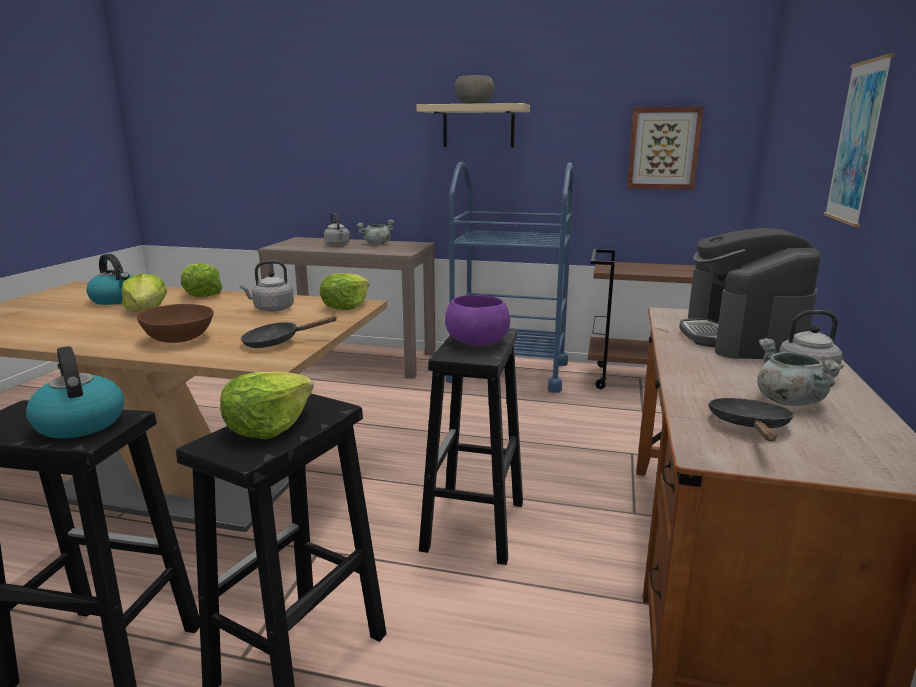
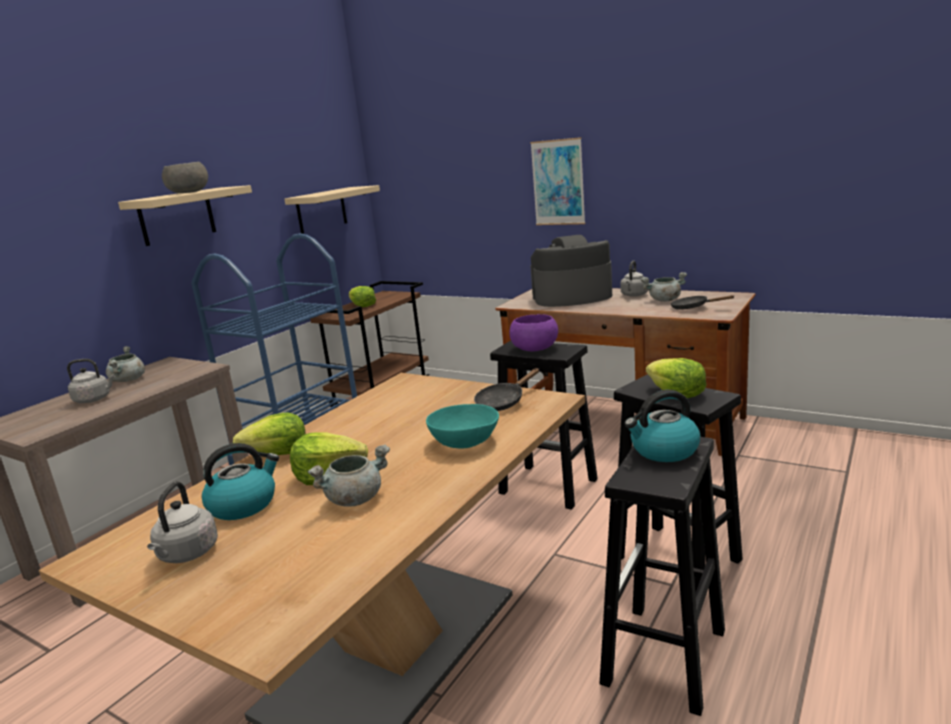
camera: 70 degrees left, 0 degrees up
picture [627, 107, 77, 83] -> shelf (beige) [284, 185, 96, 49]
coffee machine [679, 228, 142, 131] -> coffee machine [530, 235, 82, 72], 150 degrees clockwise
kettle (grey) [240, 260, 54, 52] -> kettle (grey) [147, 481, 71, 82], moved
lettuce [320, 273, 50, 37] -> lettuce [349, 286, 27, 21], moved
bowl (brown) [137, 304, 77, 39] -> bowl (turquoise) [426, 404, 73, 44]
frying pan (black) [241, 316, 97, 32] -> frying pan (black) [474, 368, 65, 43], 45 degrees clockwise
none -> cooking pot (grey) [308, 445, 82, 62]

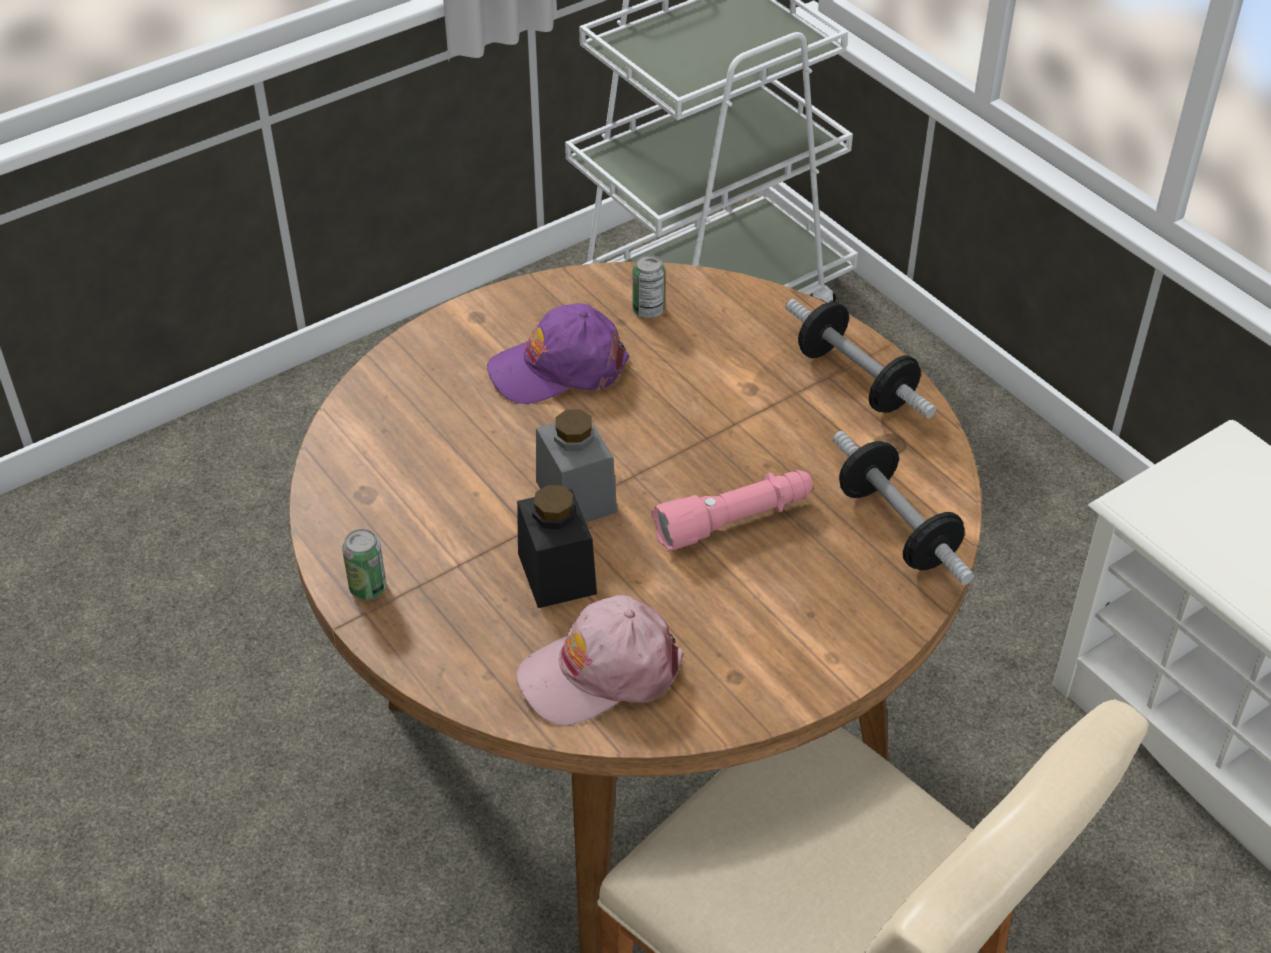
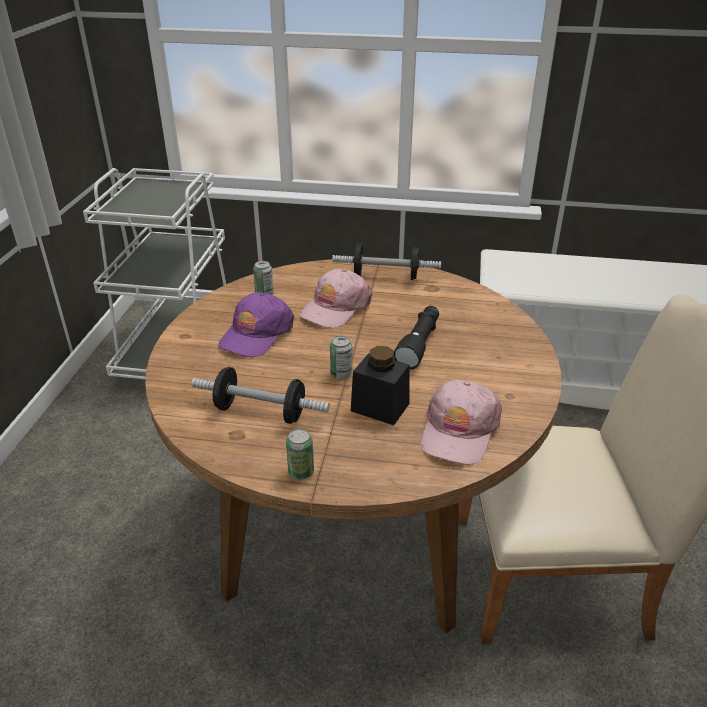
camera: 45 degrees left, 10 degrees down
jar (grey) [536, 409, 81, 113] -> can [330, 336, 22, 44]
dumbbell [833, 431, 141, 154] -> dumbbell [191, 367, 139, 57], moved
flashlight (pink) [651, 470, 162, 81] -> flashlight (black) [394, 306, 45, 64]
none -> cap (pink) [299, 269, 73, 59]

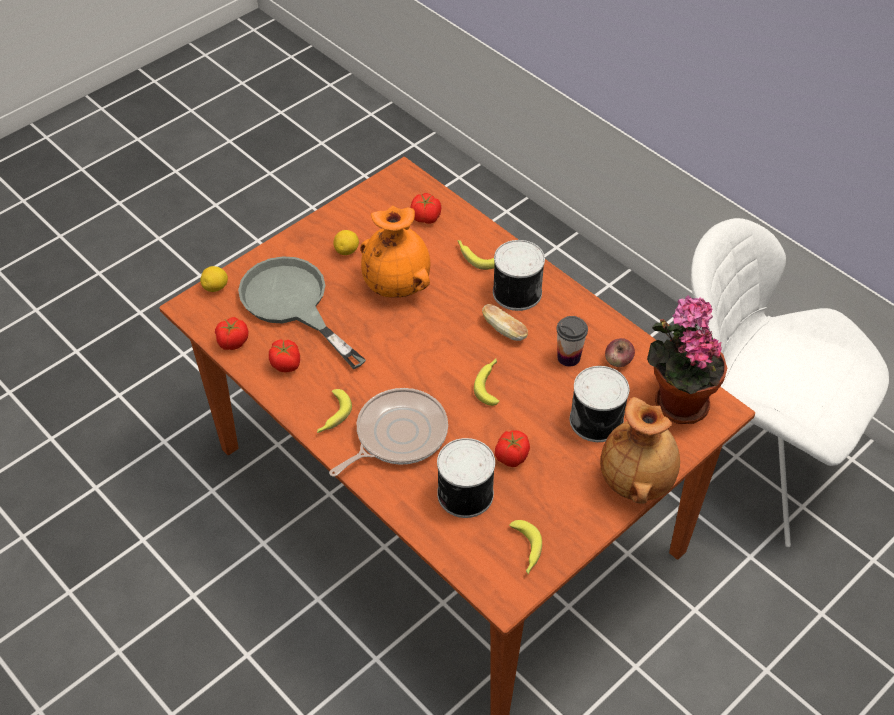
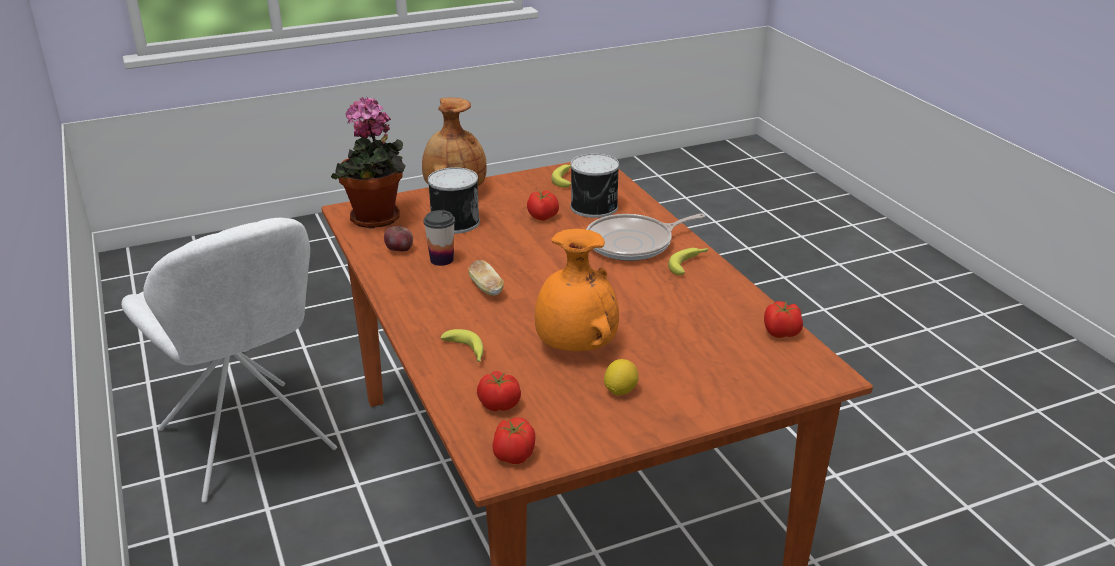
camera: 160 degrees left, 20 degrees down
can [493, 240, 52, 71] -> none
frying pan (grey) [238, 256, 128, 113] -> none
lemon [200, 266, 28, 26] -> none
tomato [269, 340, 31, 32] -> tomato [493, 418, 42, 46], moved
banana [474, 358, 26, 48] -> none

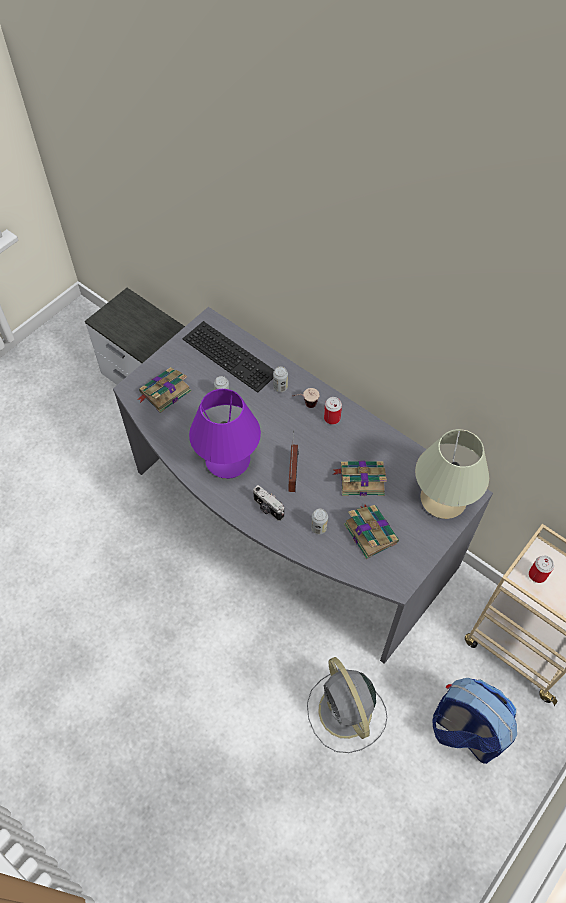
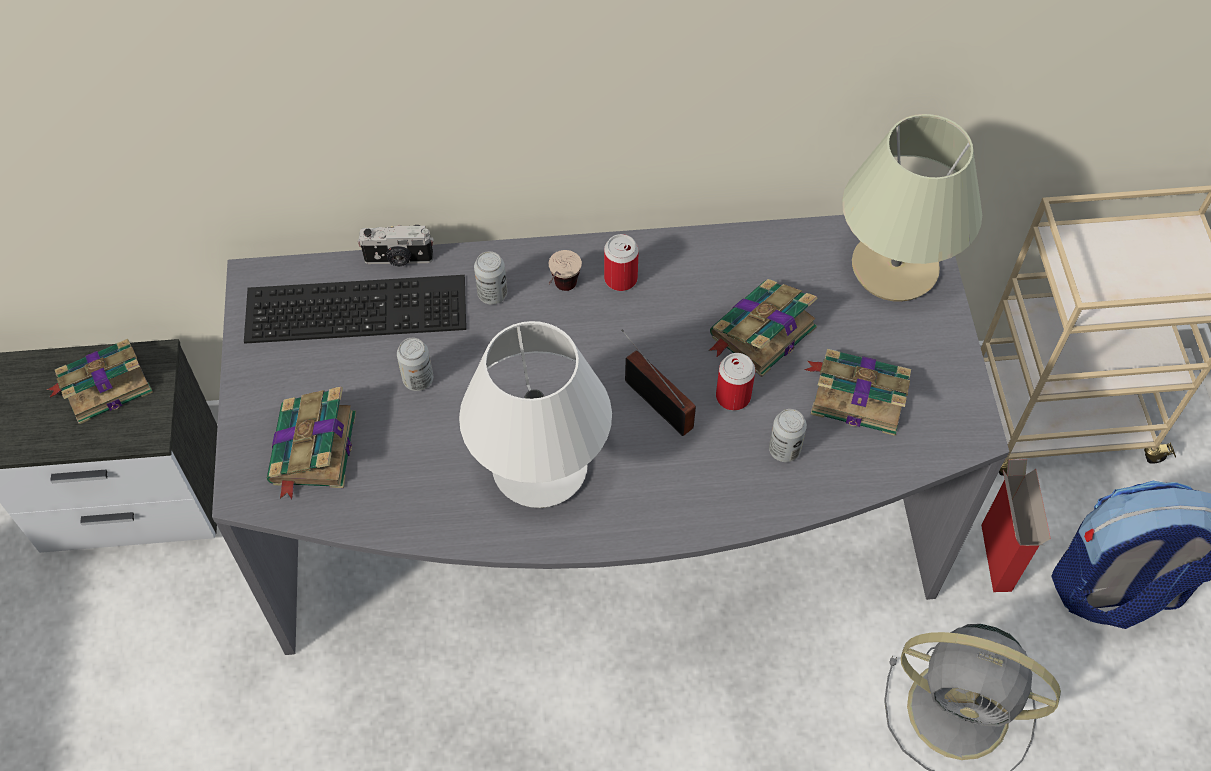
camera: 45 degrees left, 0 degrees up
table lamp (purple) [189, 389, 72, 90] -> table lamp (white) [459, 321, 153, 187]
photo camera [253, 485, 31, 36] -> photo camera [358, 225, 75, 41], moved
can [529, 556, 25, 27] -> can [716, 353, 39, 57], moved
none -> book [46, 339, 107, 85]
none -> cardboard box [981, 459, 70, 133]

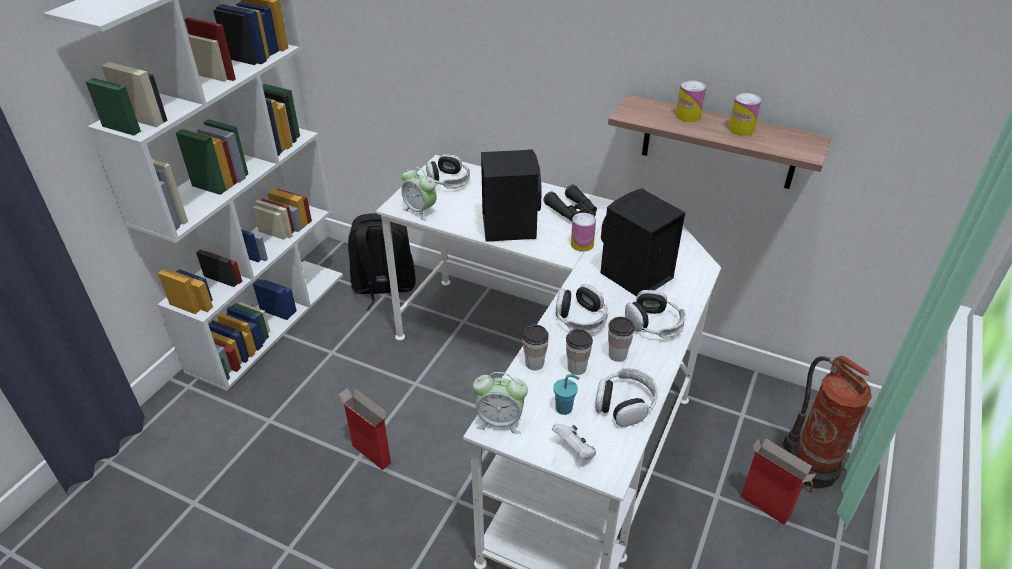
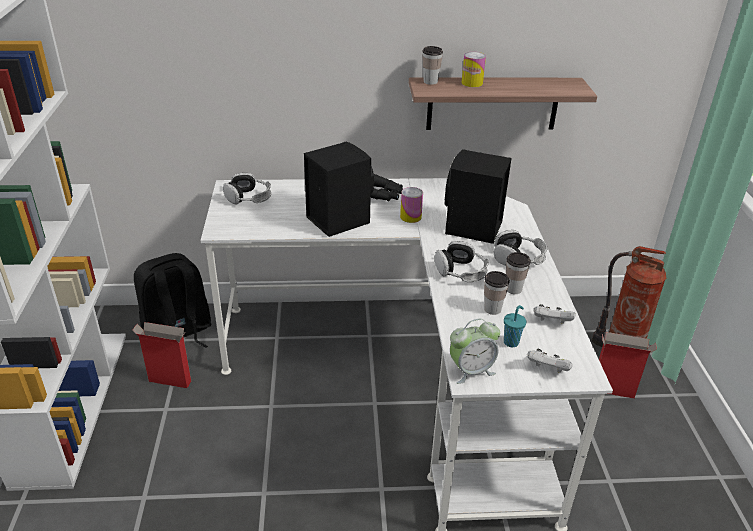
camera: 30 degrees left, 5 degrees down
can [729, 93, 33, 43] -> none
alarm clock [401, 167, 36, 54] -> none
cup [523, 325, 26, 45] -> cup [422, 46, 21, 39], moved
headphones [595, 368, 62, 59] -> game controller (white) [534, 304, 42, 20]
cardboard box [338, 388, 53, 82] -> cardboard box [132, 322, 59, 66], moved

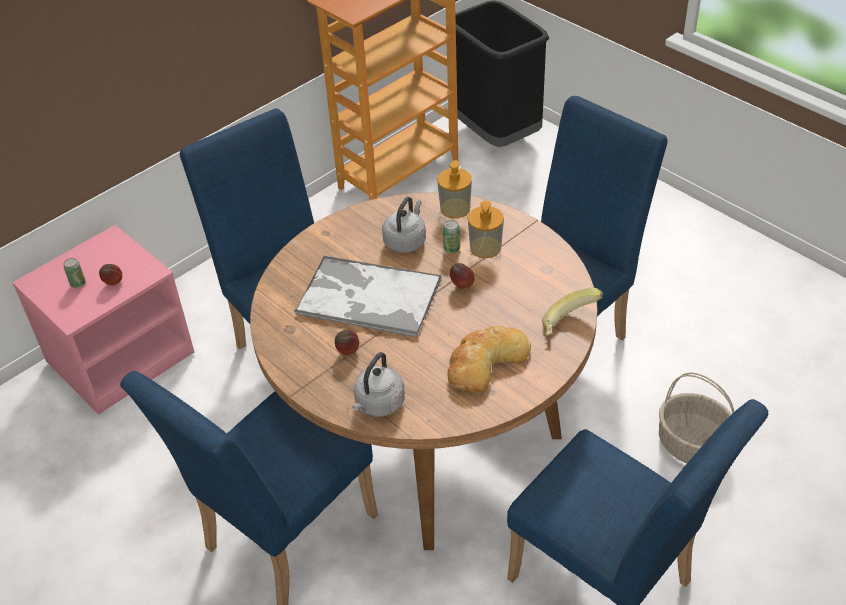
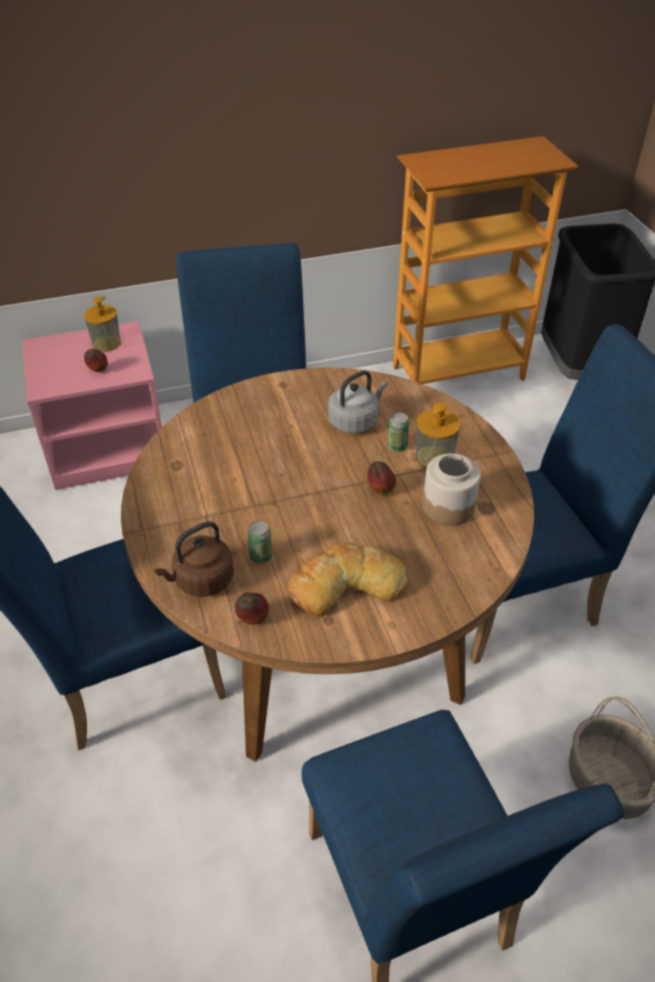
camera: 25 degrees right, 0 degrees up
soap dispenser [437, 160, 35, 58] -> soap dispenser [84, 297, 37, 55], moved
tray [294, 256, 147, 82] -> none
can [63, 258, 23, 30] -> can [247, 521, 25, 43], moved
banana [542, 288, 61, 48] -> none
apple [335, 330, 24, 25] -> apple [235, 592, 34, 33], moved
kettle (grey) [352, 352, 53, 65] -> kettle (brown) [154, 521, 80, 76]
none -> jar [423, 453, 58, 73]

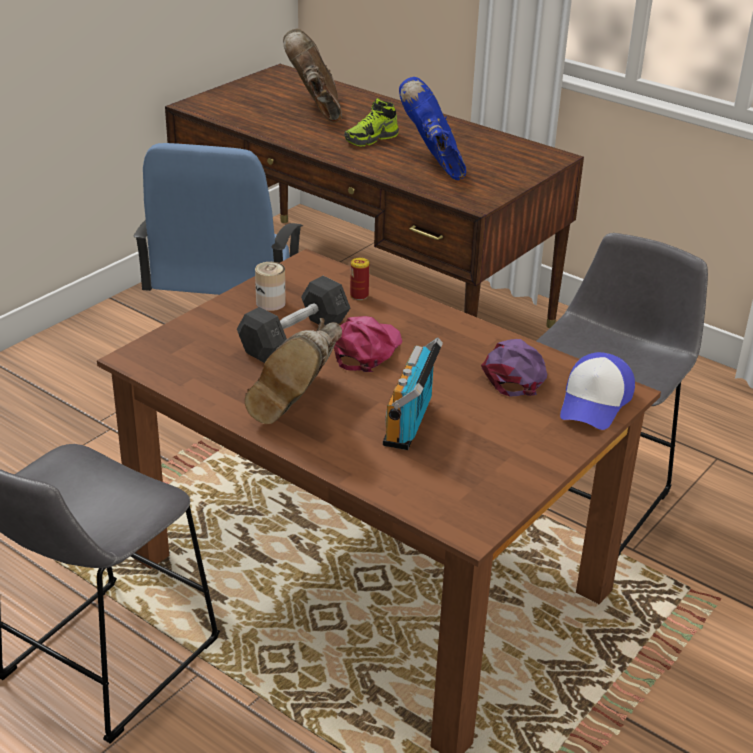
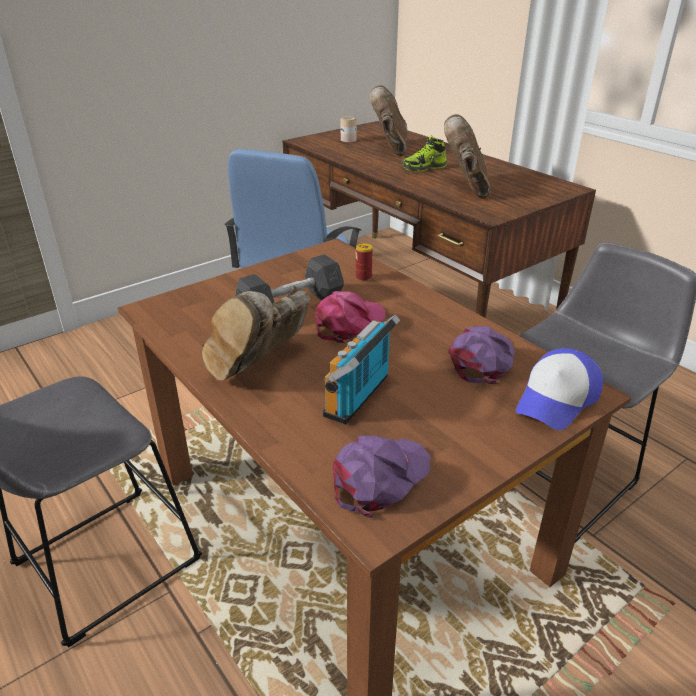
camera: 15 degrees right, 0 degrees up
boot (blue) [399, 77, 67, 103] -> boot (brown) [444, 114, 46, 85]
can [255, 262, 31, 49] -> can [341, 116, 16, 26], moved
none -> cap (purple) [333, 435, 97, 83]

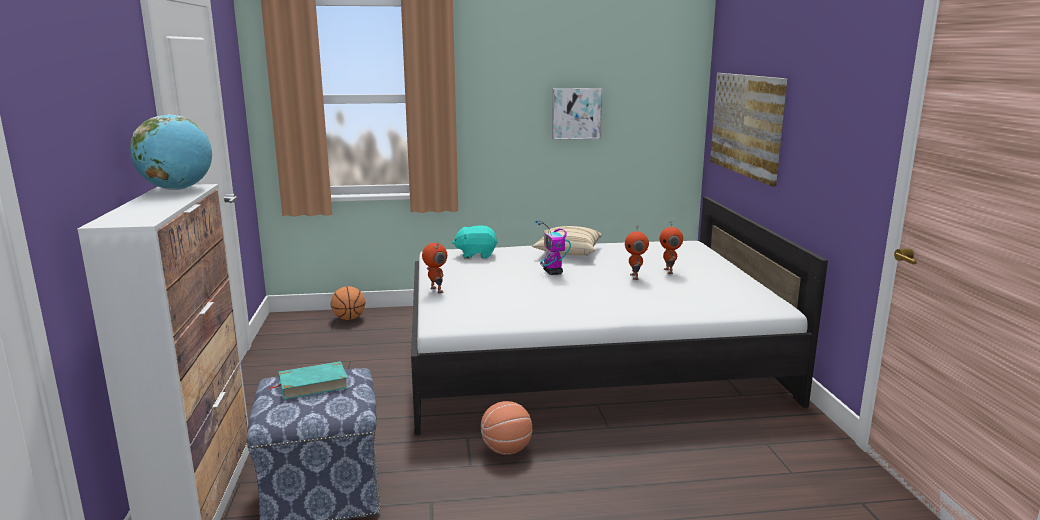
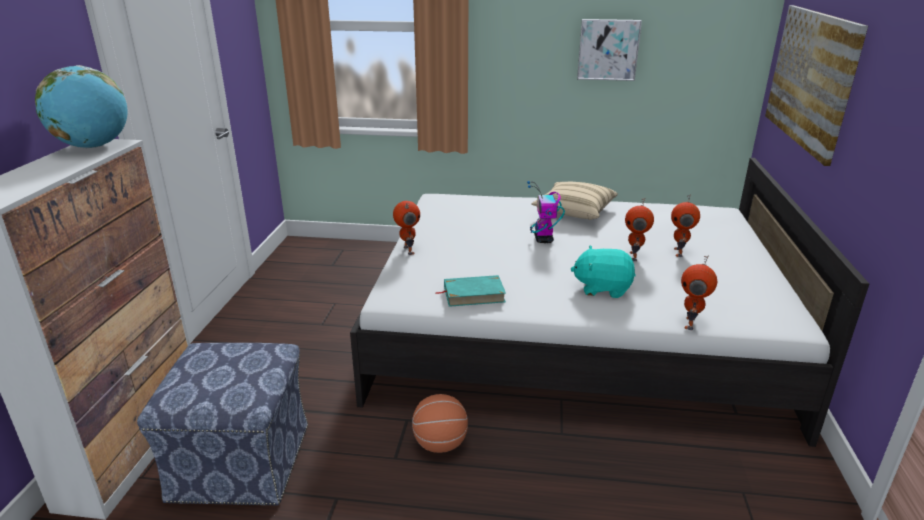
camera: 15 degrees right, 10 degrees up
plush toy (turquoise) [452, 226, 46, 33] -> plush toy (turquoise) [571, 245, 65, 53], moved
basketball [330, 286, 36, 34] -> none
book (turquoise) [269, 361, 80, 39] -> book (turquoise) [435, 275, 71, 32], moved
none -> toy robot [681, 255, 36, 75]

